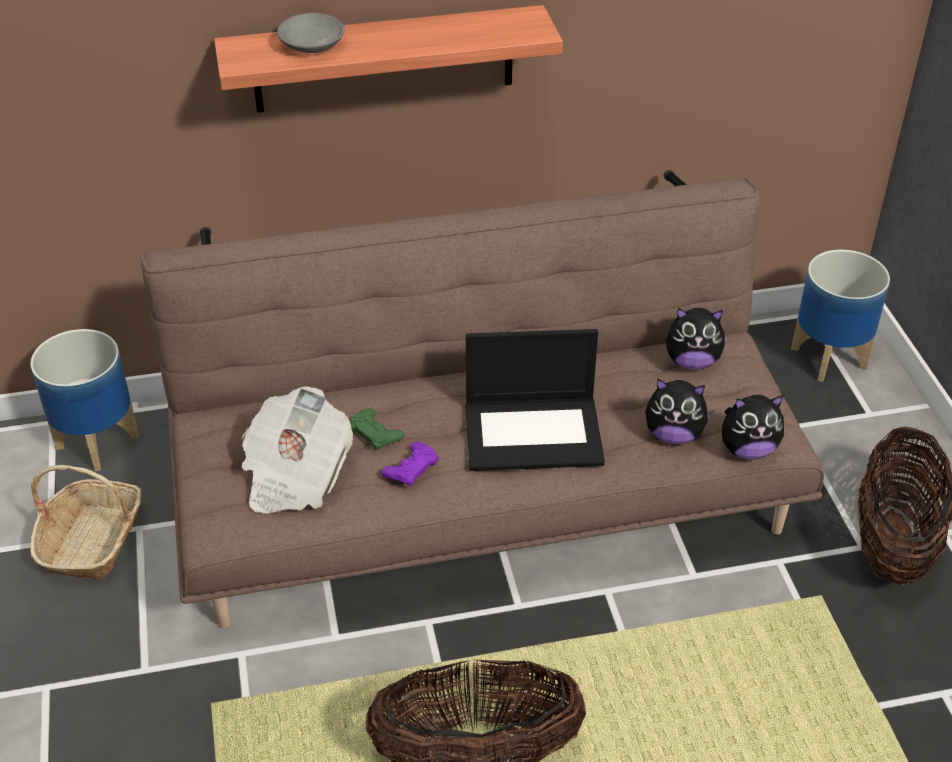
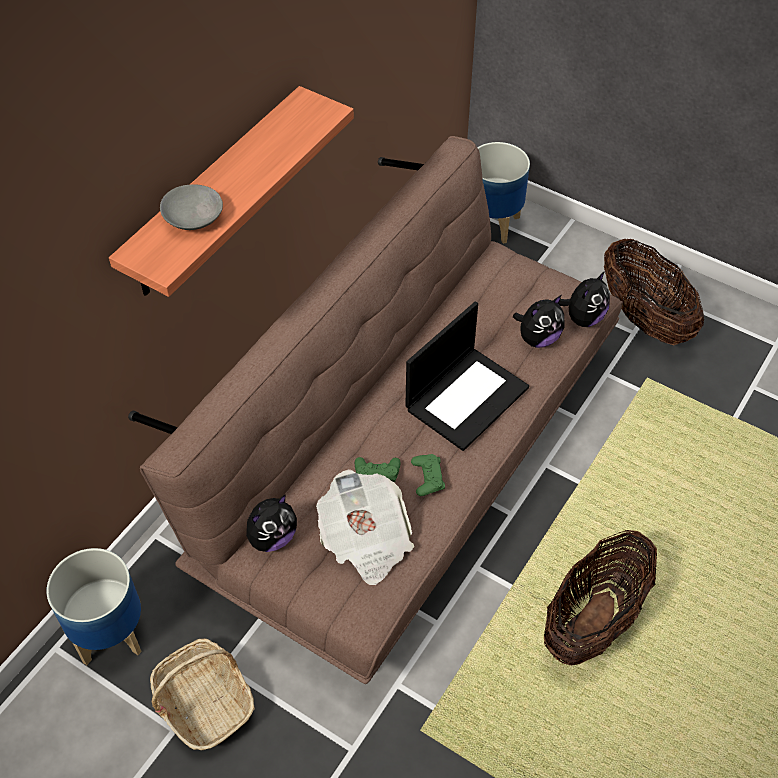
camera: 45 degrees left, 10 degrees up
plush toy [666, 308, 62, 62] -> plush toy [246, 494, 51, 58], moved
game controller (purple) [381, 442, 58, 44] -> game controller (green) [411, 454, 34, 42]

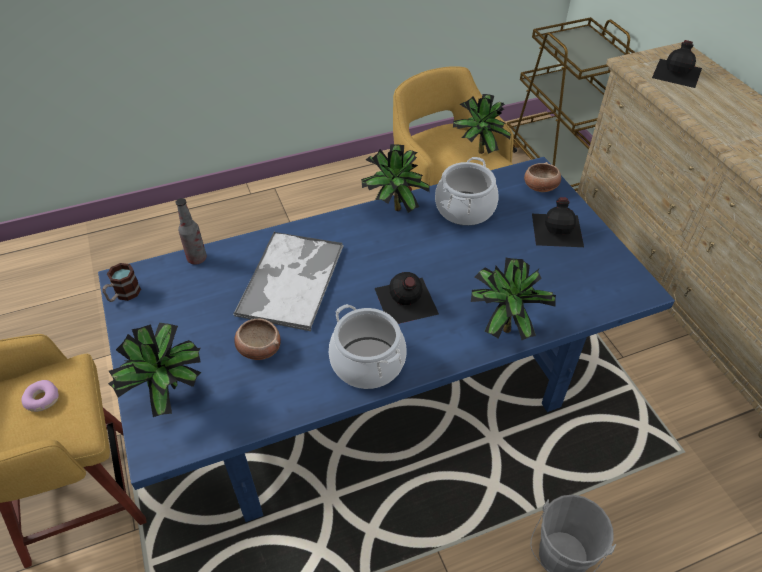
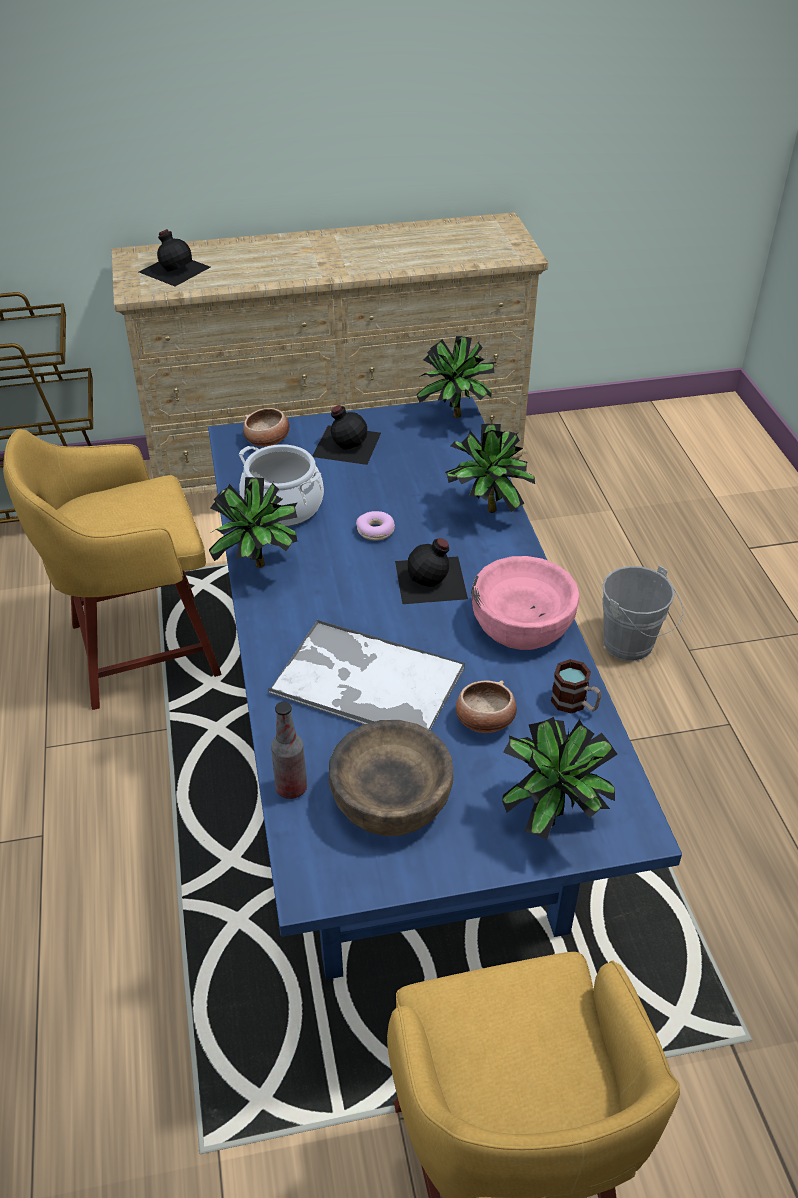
camera: 80 degrees left, 5 degrees down
potted plant [453, 94, 58, 60] -> potted plant [416, 336, 80, 82], moved
mug [102, 263, 39, 39] -> mug [551, 659, 50, 55], moved
cooking pot [329, 304, 78, 85] -> bowl (pink) [471, 556, 108, 94]
donut [21, 380, 38, 32] -> donut [356, 511, 39, 29], moved
none -> bowl (brown) [329, 720, 125, 116]

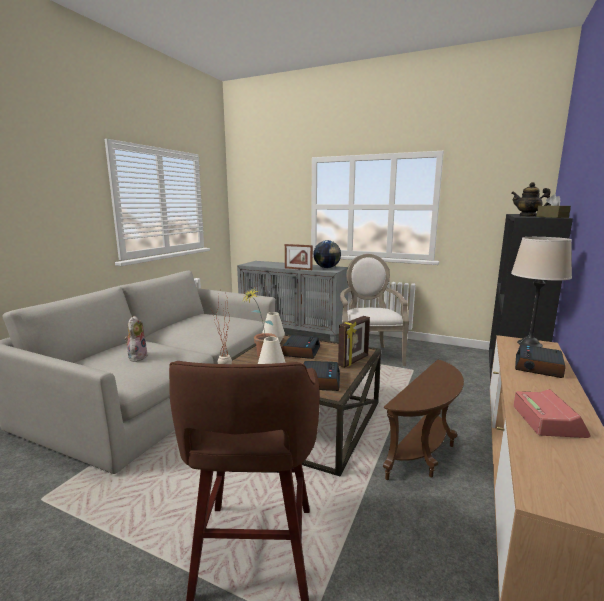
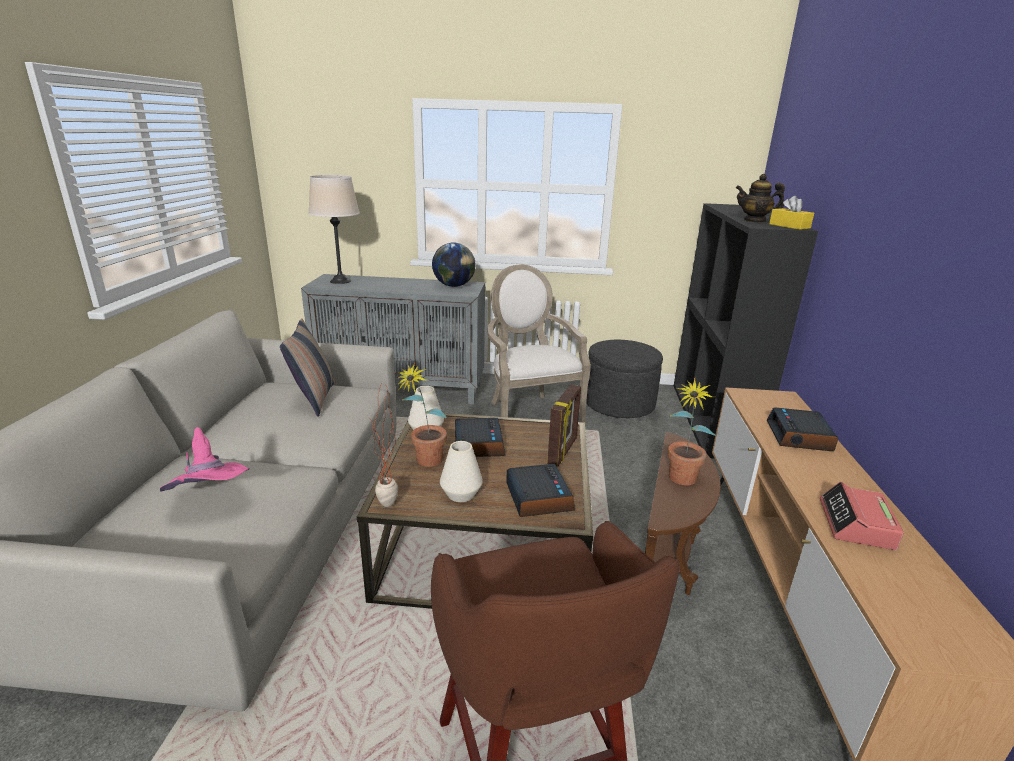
camera: 20 degrees left, 10 degrees up
tissue box (brown) [536, 194, 35, 24] -> tissue box (yellow) [769, 196, 45, 34]
table lamp (beige) [511, 237, 61, 110] -> table lamp (beige) [308, 175, 51, 109], moved
picture frame [285, 244, 28, 26] -> none
plush toy [125, 316, 23, 46] -> hat (pink) [160, 427, 90, 65]
alarm clock [513, 389, 77, 49] -> alarm clock [820, 482, 84, 68], 150 degrees counterclockwise
none -> pillow [280, 318, 55, 99]
none -> ottoman (grey) [586, 340, 77, 78]
none -> potted plant [668, 377, 48, 108]

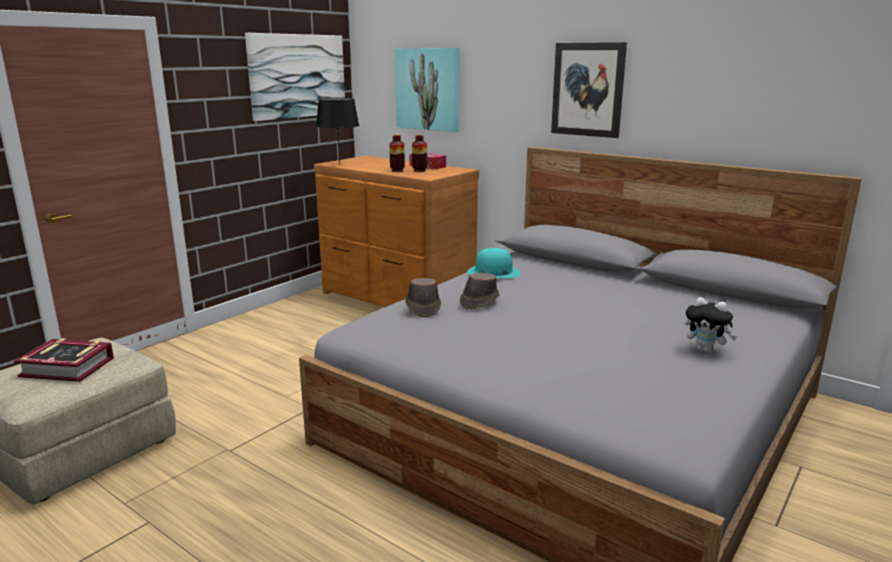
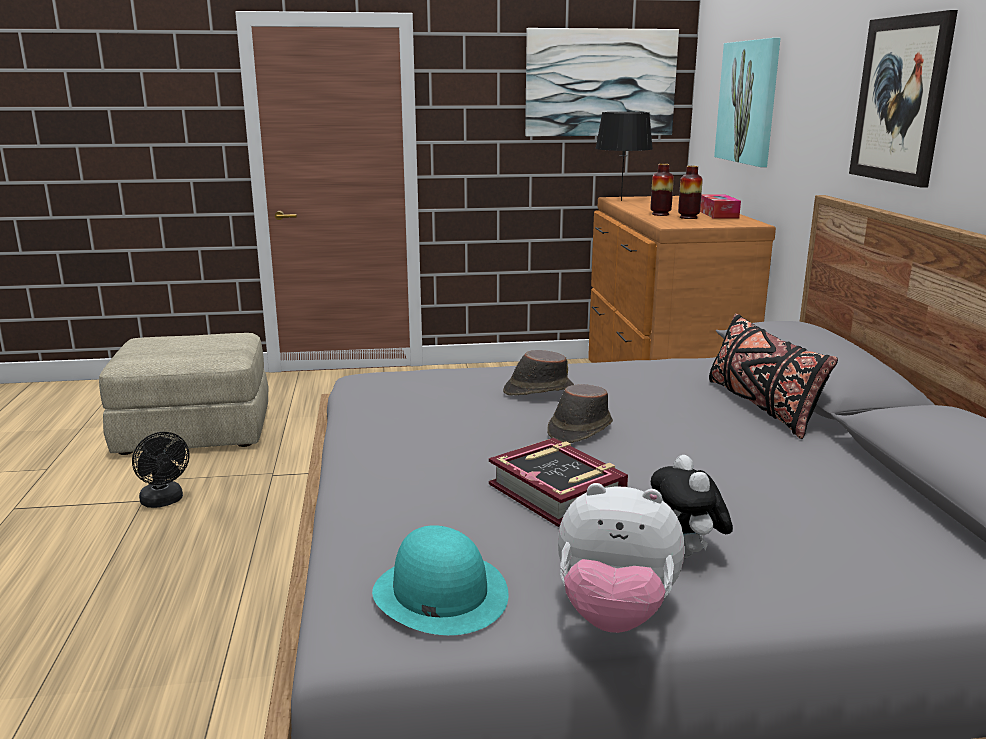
camera: 45 degrees right, 0 degrees up
hat (turquoise) [467, 248, 54, 30] -> hat (turquoise) [372, 525, 137, 110], moved
hat (brown) [405, 278, 36, 39] -> hat (brown) [547, 384, 66, 59], moved
book [14, 338, 100, 44] -> book [489, 438, 139, 89], moved
none -> pillow (black) [709, 314, 129, 125]
none -> fan (black) [132, 432, 57, 76]
none -> plush toy [558, 483, 127, 150]

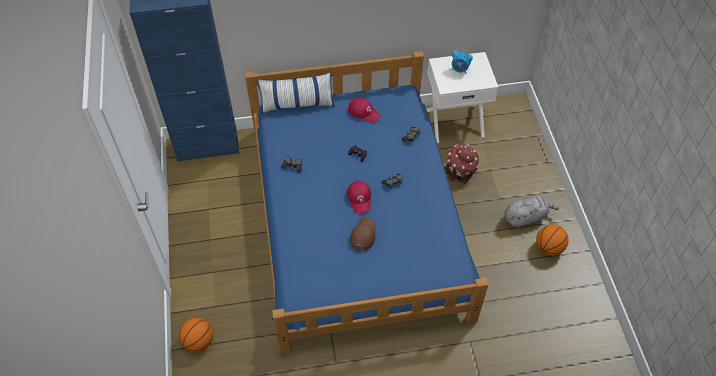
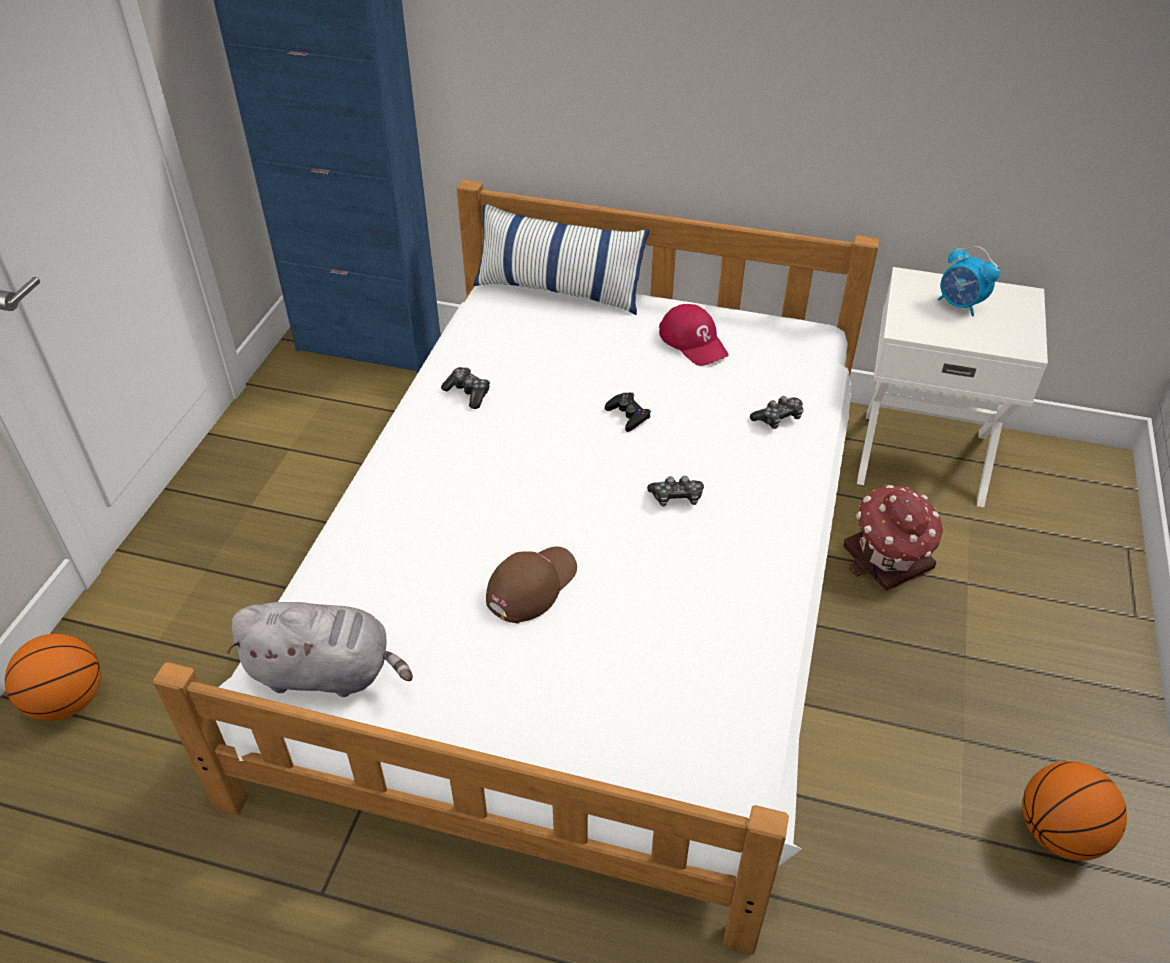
camera: 25 degrees right, 10 degrees down
bed (blue) [245, 51, 243, 303] -> bed (white) [152, 180, 727, 775]
cap (red) [347, 180, 24, 33] -> none
plush toy (grey) [505, 195, 54, 33] -> plush toy (grey) [227, 602, 186, 95], moved

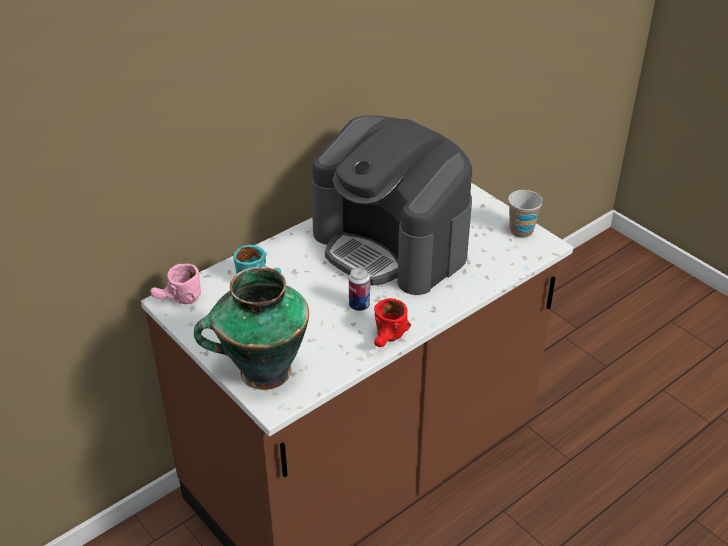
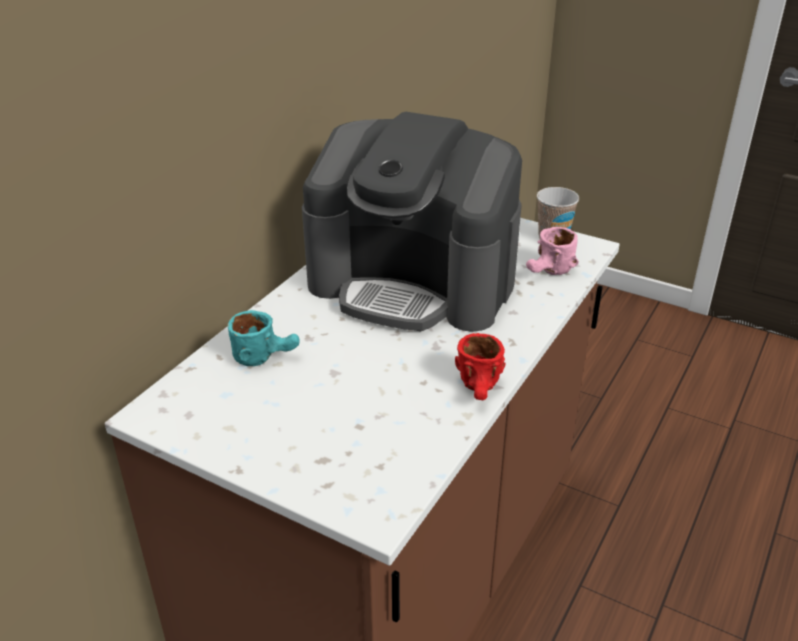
camera: 20 degrees left, 5 degrees down
mug (pink) [150, 263, 51, 41] -> mug (pink) [526, 227, 53, 48], moved
vase [194, 267, 115, 123] -> none
can [349, 267, 21, 44] -> none

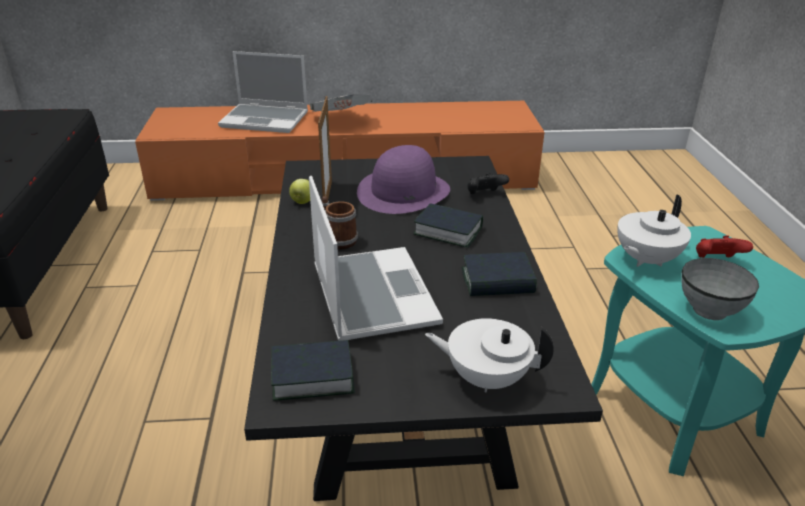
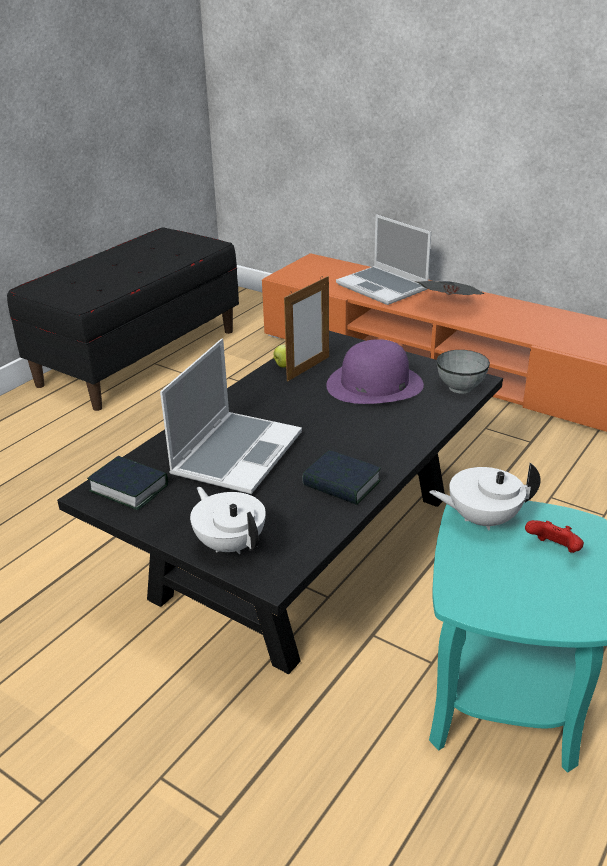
camera: 40 degrees right, 0 degrees up
game controller (black) [467, 173, 42, 21] -> none
mug [321, 196, 37, 54] -> none
book [413, 203, 70, 45] -> none
bowl (grey) [681, 258, 78, 62] -> bowl (grey) [437, 350, 53, 44], moved

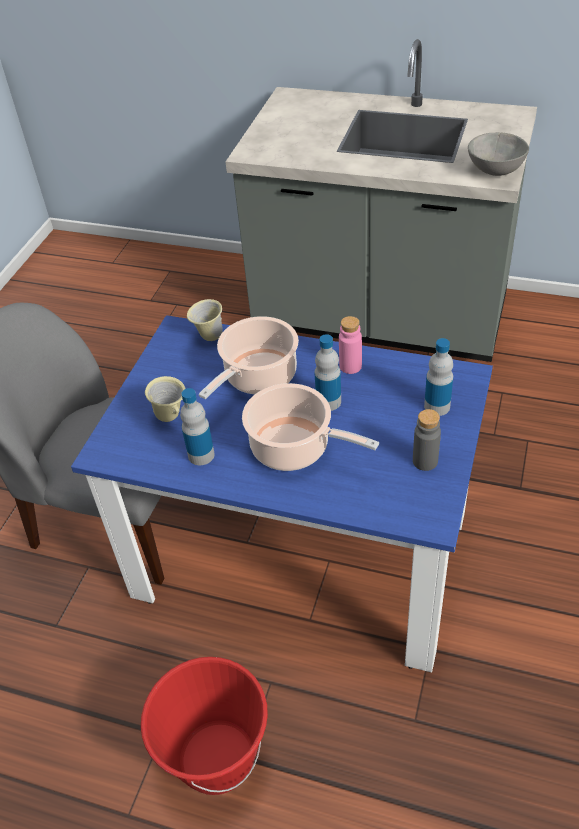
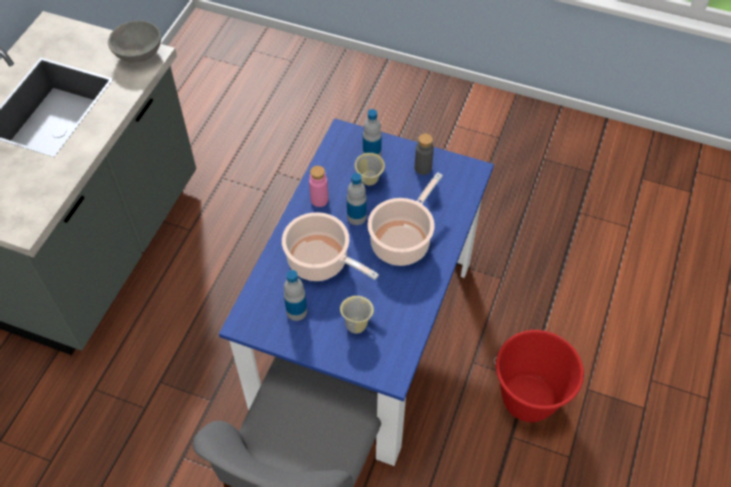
camera: 90 degrees left, 10 degrees up
mug (beige) [187, 299, 36, 42] -> mug (beige) [355, 153, 30, 32], moved
bottle [180, 388, 35, 77] -> bottle [284, 270, 23, 51], moved

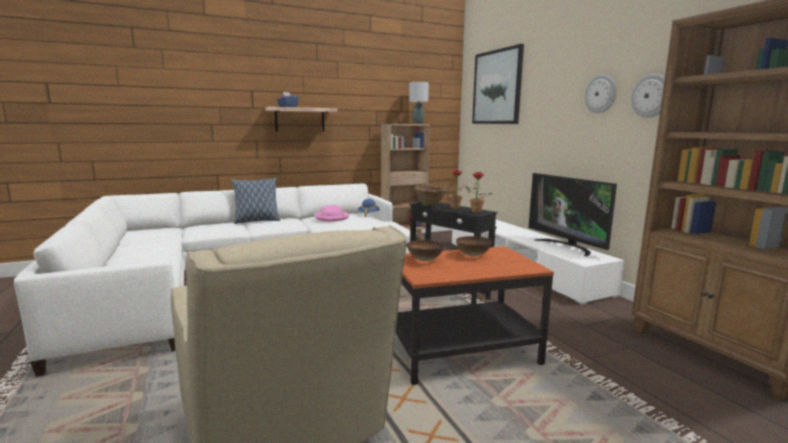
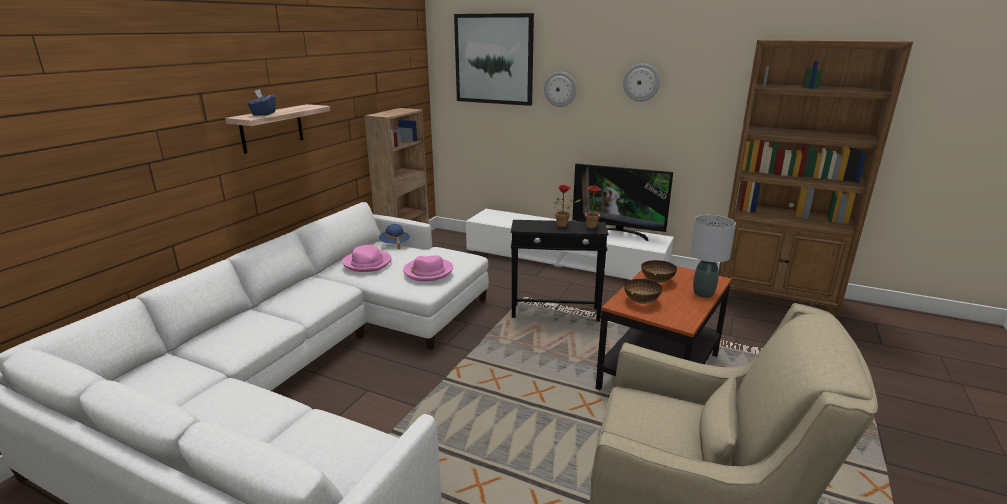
camera: 40 degrees left, 10 degrees up
wall clock [631, 74, 34, 44] -> wall clock [544, 72, 32, 35], moved
table lamp (grey) [409, 82, 20, 42] -> table lamp (grey) [690, 215, 46, 83], moved
pillow [230, 178, 50, 46] -> none
bowl (brown) [414, 185, 33, 21] -> none
none -> hat (pink) [403, 255, 50, 26]

